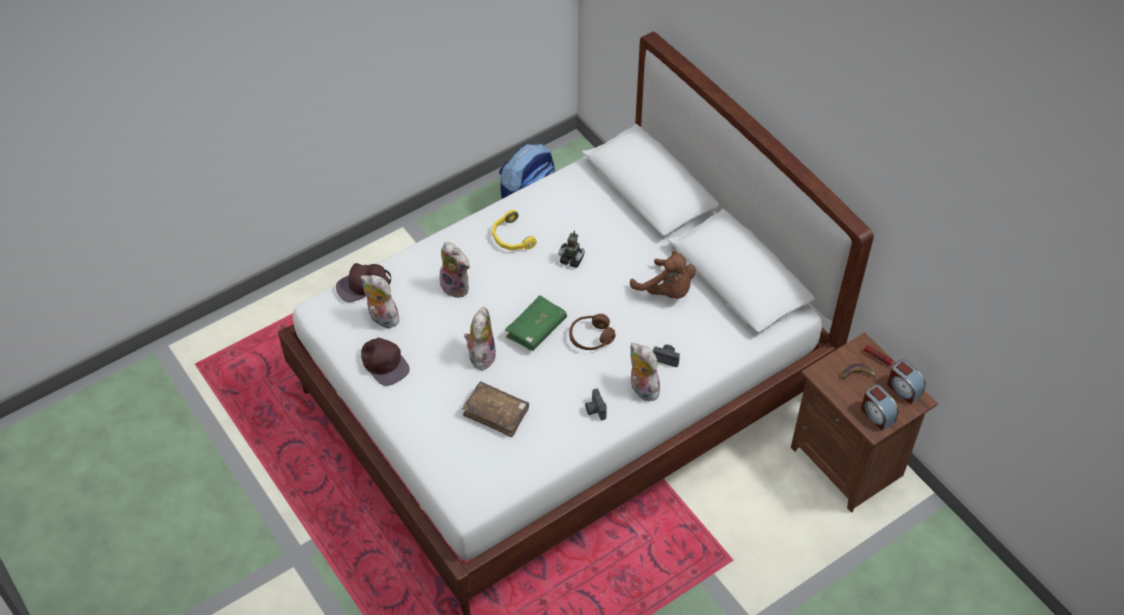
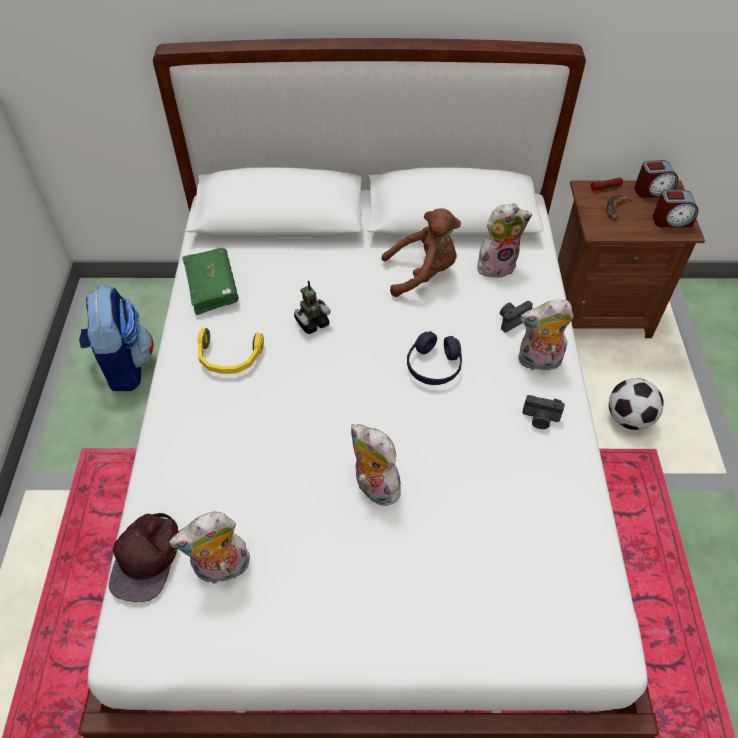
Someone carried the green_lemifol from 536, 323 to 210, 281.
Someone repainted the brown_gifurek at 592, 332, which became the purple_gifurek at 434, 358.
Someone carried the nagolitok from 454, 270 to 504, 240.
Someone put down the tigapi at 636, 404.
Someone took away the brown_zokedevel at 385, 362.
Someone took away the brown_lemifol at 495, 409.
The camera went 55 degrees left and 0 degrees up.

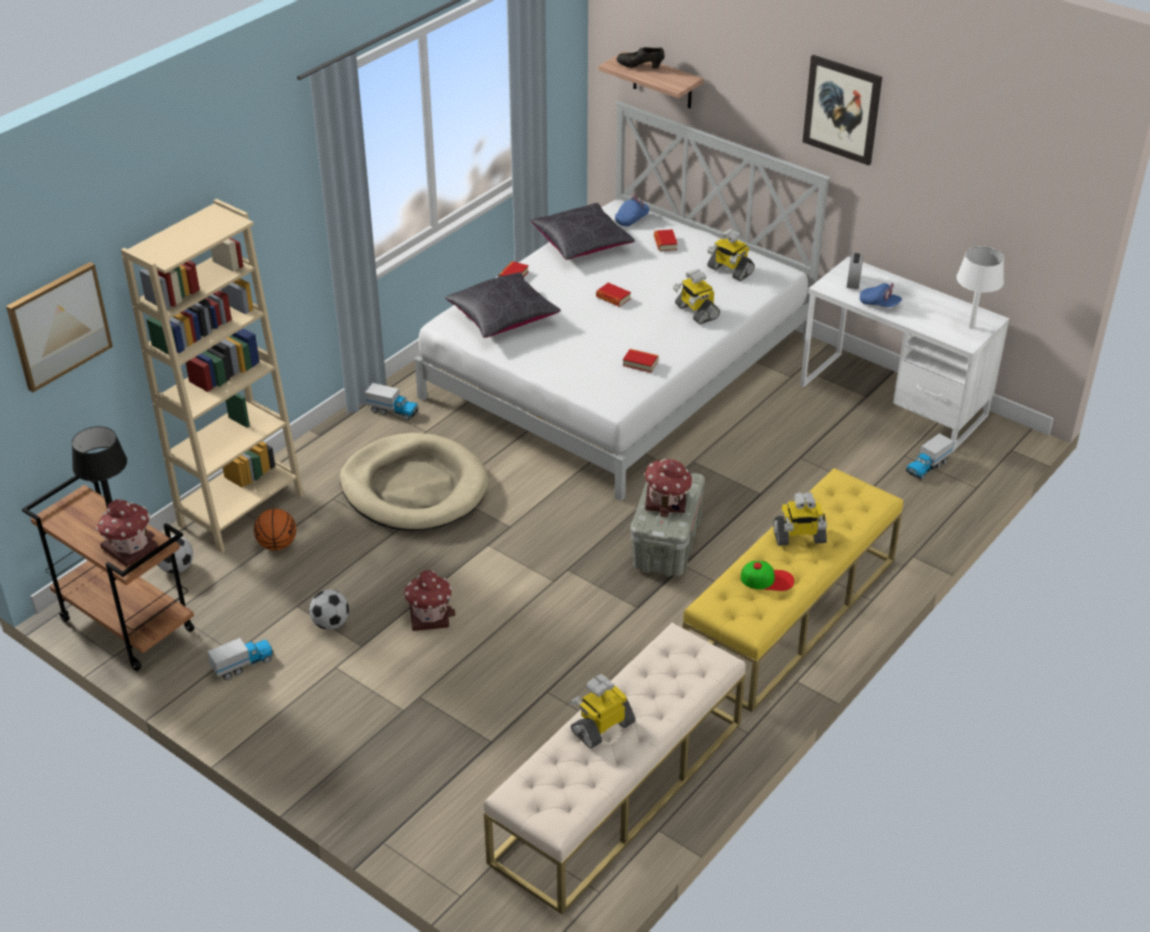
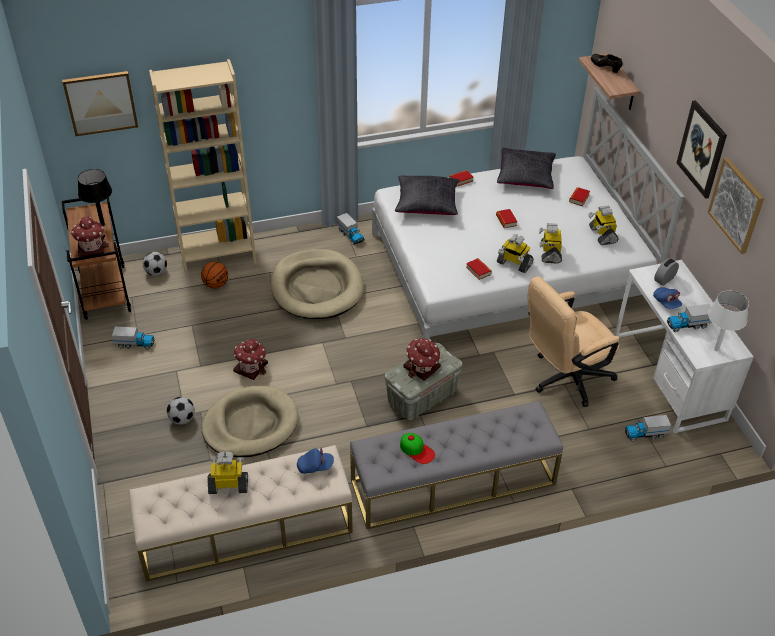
Someone carried the tigapi from 329, 610 to 181, 411.
Someone put down the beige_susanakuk at 250, 421.
Someone carried the blue_zokedevel from 632, 211 to 315, 461.
Someone repainted the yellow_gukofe at 793, 590, which became the grey_gukofe at 456, 465.
Someone carried the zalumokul from 800, 519 to 515, 253.
Someone put down the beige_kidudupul at 573, 341.
Someone put down the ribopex at 689, 318.
Someone put up the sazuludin at 736, 205.
The camera went 35 degrees right and 5 degrees up.

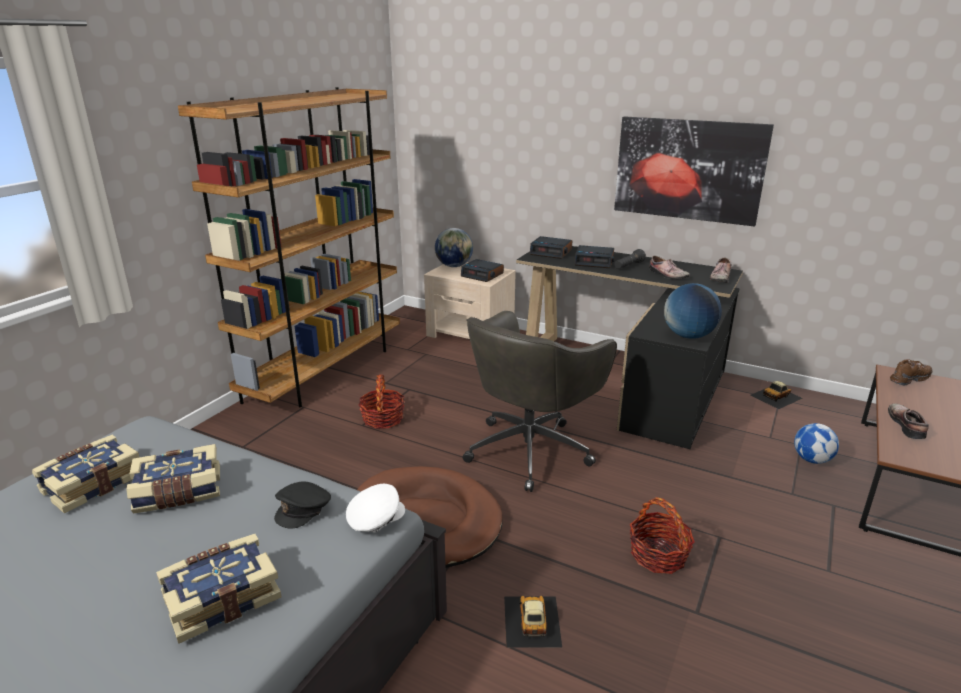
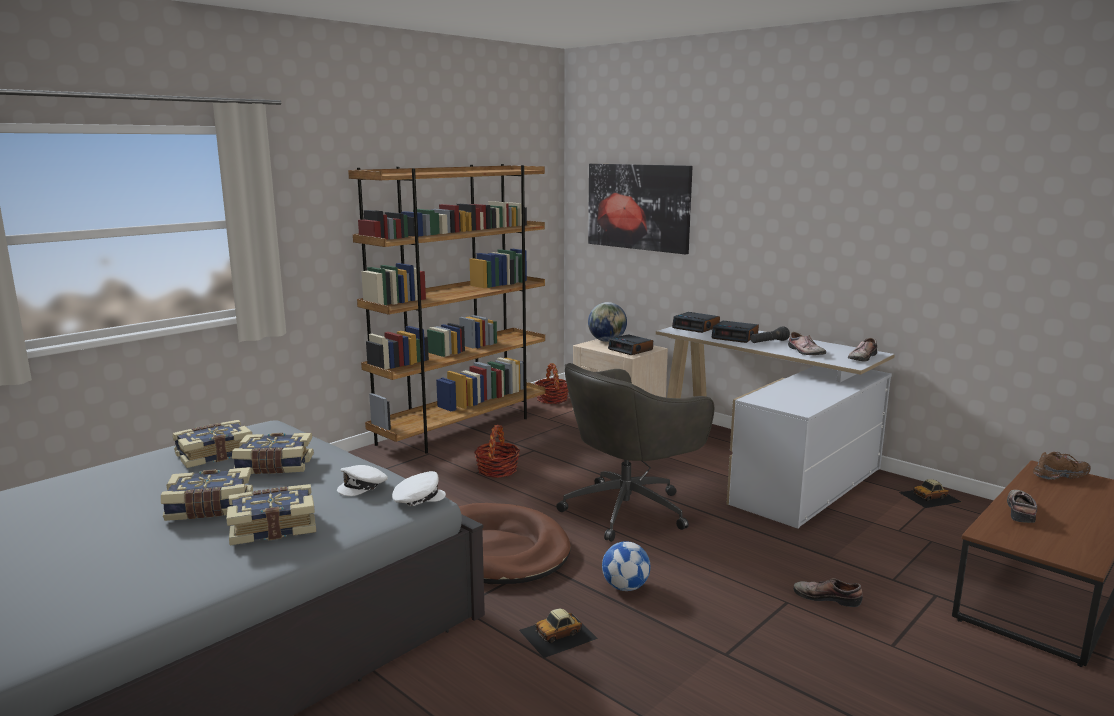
Someone put down the lemifol at 207, 494.
Someone repainted the black_zokedevel at 302, 504, which became the white_zokedevel at 362, 480.
Someone rotated the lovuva at 533, 621 by 135 degrees counterclockwise.
Someone carried the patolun from 662, 535 to 551, 383.
Someone carried the sazuludin from 694, 171 to 640, 209.
Someone carried the tigapi from 816, 443 to 626, 566.
Someone repainted the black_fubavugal at 629, 347, which became the white_fubavugal at 775, 428.
Someone put down the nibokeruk at 828, 592.
Someone took away the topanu at 693, 311.
The camera went 15 degrees right and 10 degrees down.

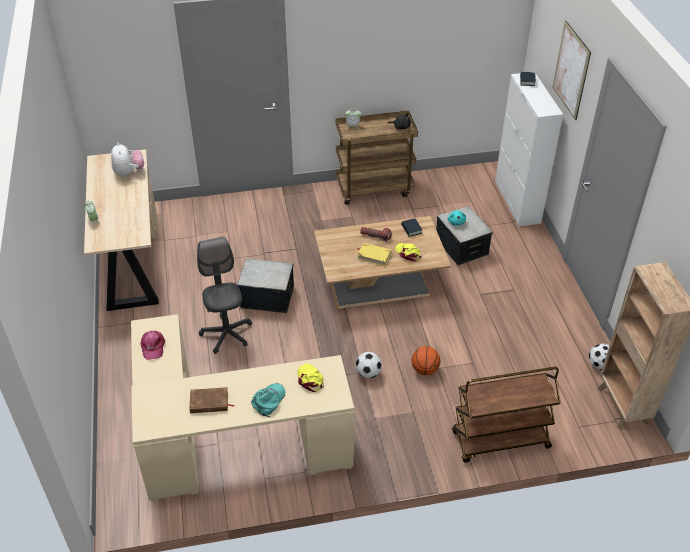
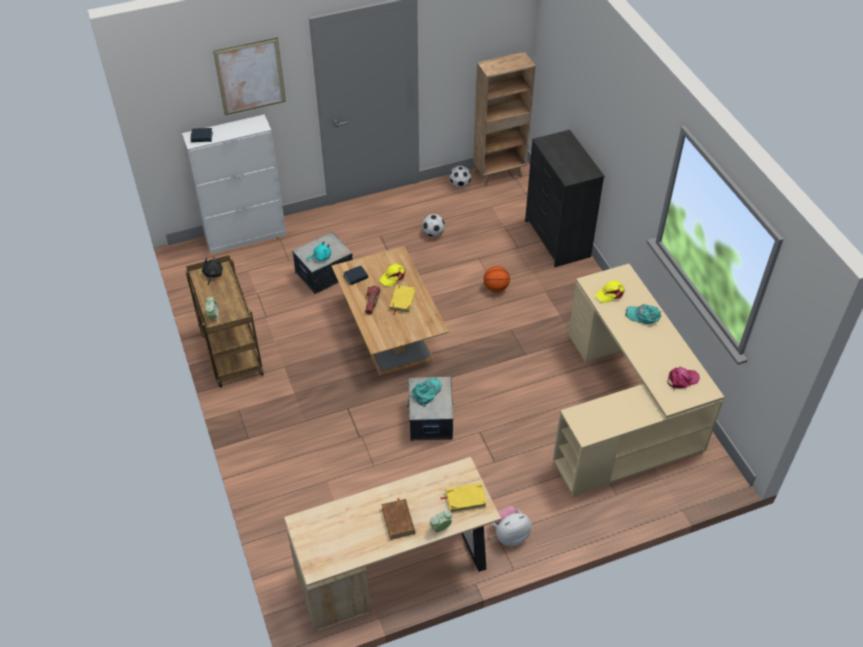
Someone carried the brown_lemifol from 212, 400 to 398, 519.
Someone put down the turquoise_zokedevel at 427, 392.
Someone carried the tigapi from 369, 365 to 433, 225.
Someone put down the yellow_lemifol at 464, 498.
Someone carried the nagolitok from 127, 160 to 512, 526.
Someone swapped the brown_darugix at 506, 415 for the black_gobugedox at 565, 198.
Someone carried the pink_zokedevel from 152, 345 to 683, 378.
Someone took away the grey_kidudupul at 224, 295.
The camera went 100 degrees left and 5 degrees up.

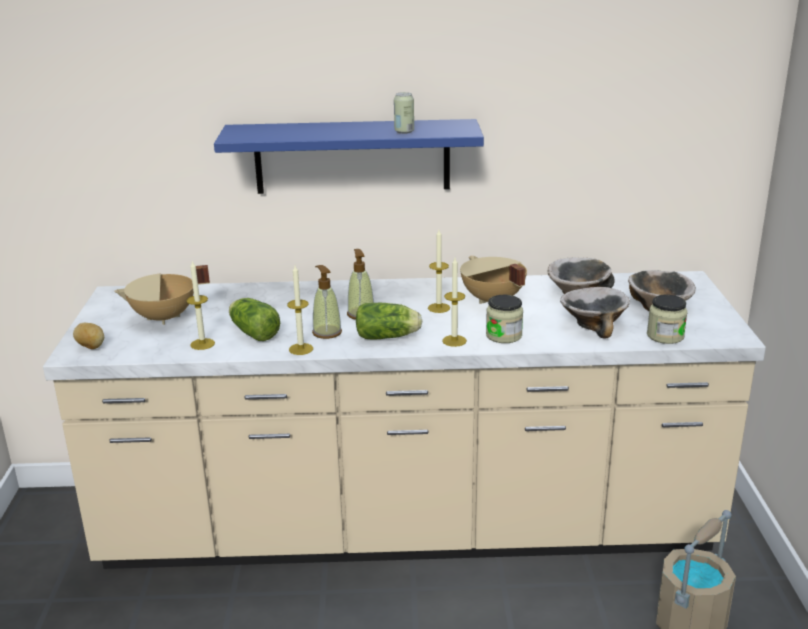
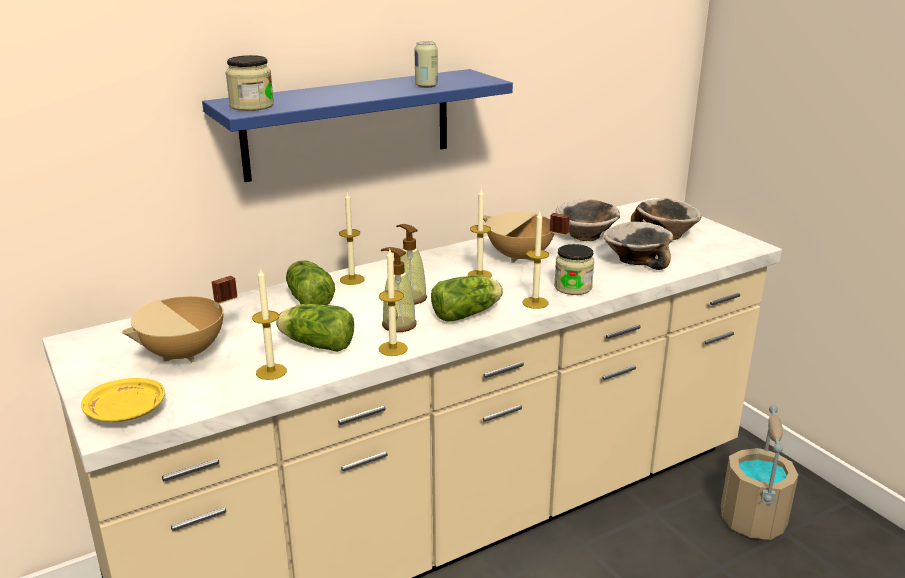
Someone swapped the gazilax at 88, 336 for the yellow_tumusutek at 123, 400.
Someone carried the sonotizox from 667, 319 to 250, 83.
Someone put down the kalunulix at 310, 283.
Someone put down the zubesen at 351, 238.
The camera went 30 degrees left and 0 degrees up.

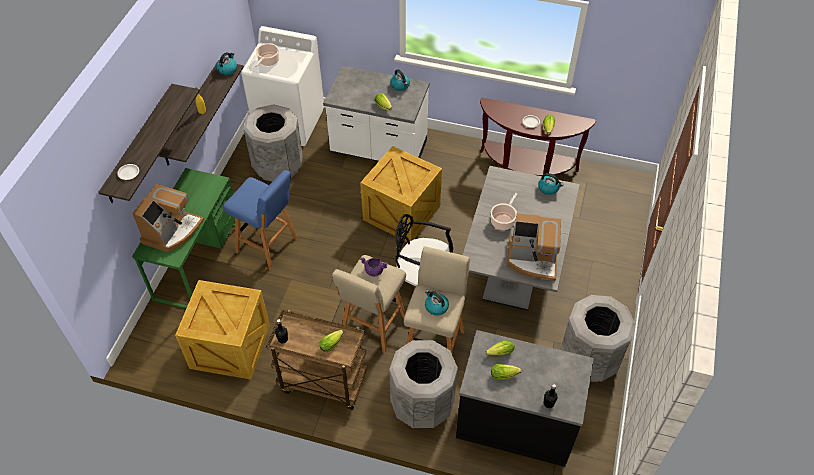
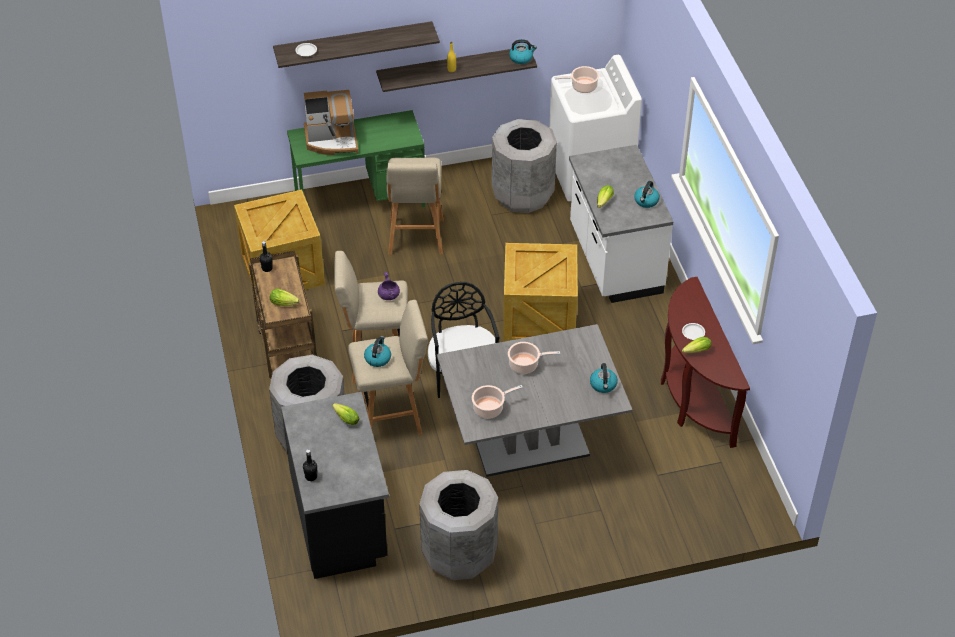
Someone repainted the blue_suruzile at 260, 220, which became the beige_suruzile at 415, 205.
Someone swapped the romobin at 534, 247 for the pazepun at 497, 402.
Someone took away the kalunulix at 506, 372.
The camera went 60 degrees right and 5 degrees down.

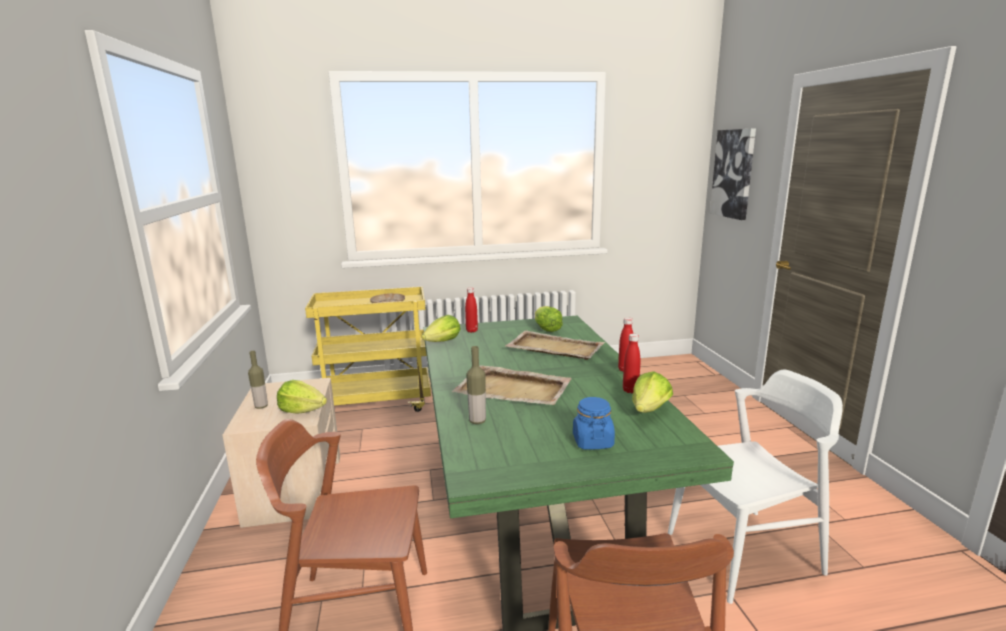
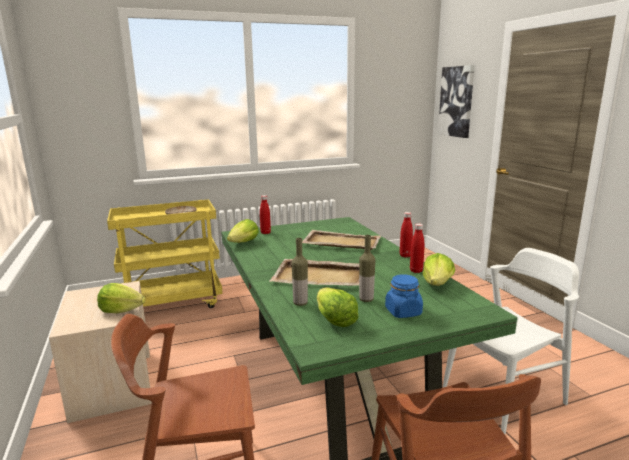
Someone carried the kalunulix from 549, 319 to 338, 307.
Someone carried the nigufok from 258, 380 to 367, 268.
The camera went 10 degrees left and 0 degrees up.

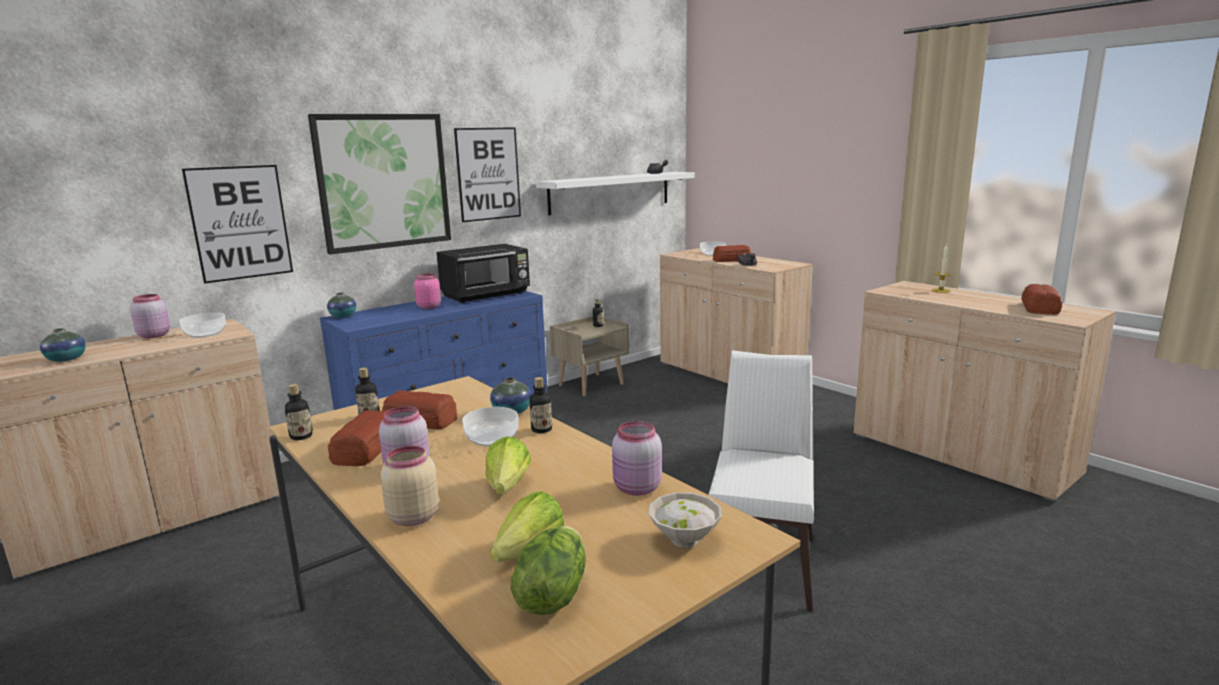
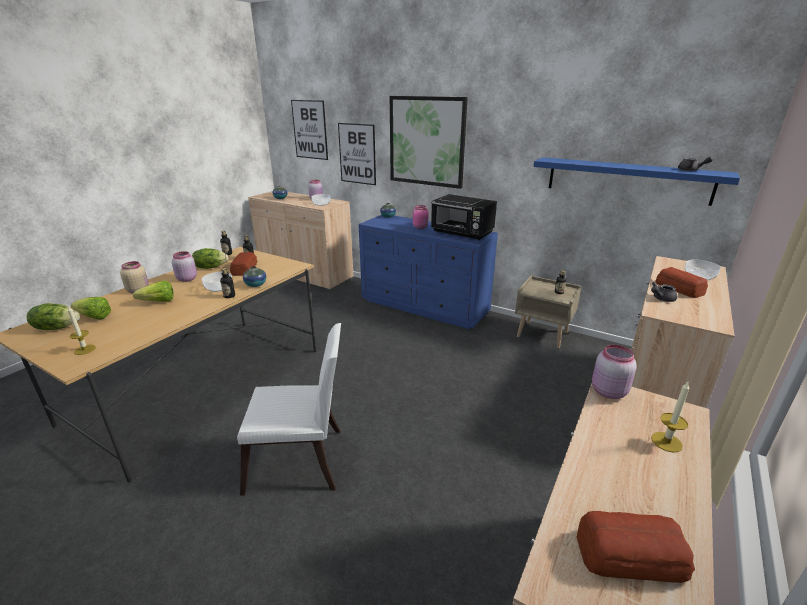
Someone swapped the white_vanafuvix at 685, 520 for the zubesen at 82, 331.
Someone swapped the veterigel at 357, 438 for the kalunulix at 210, 258.
Someone carried the sazuludin from 487, 174 to 309, 130.
Someone repainted the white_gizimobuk at 615, 193, which became the blue_gizimobuk at 636, 181.
Someone carried the pink_sonotizox from 637, 458 to 614, 372.
The camera went 70 degrees right and 10 degrees up.

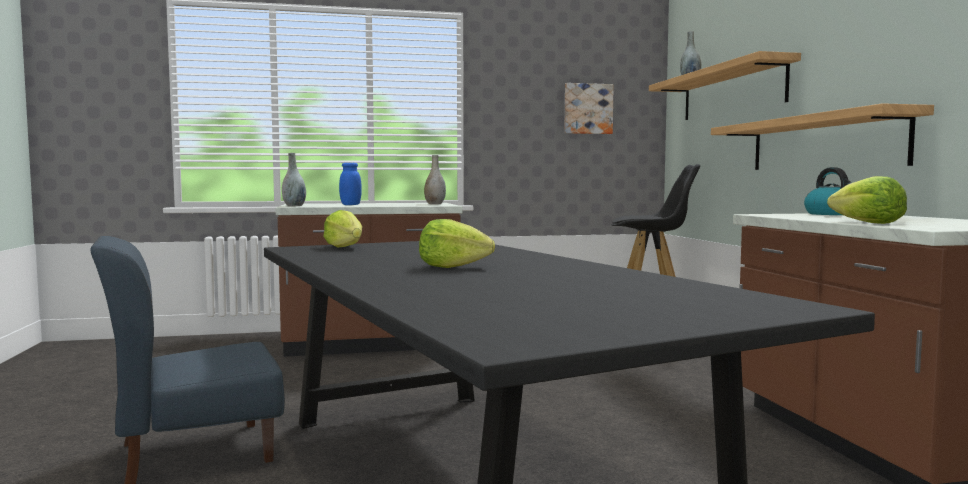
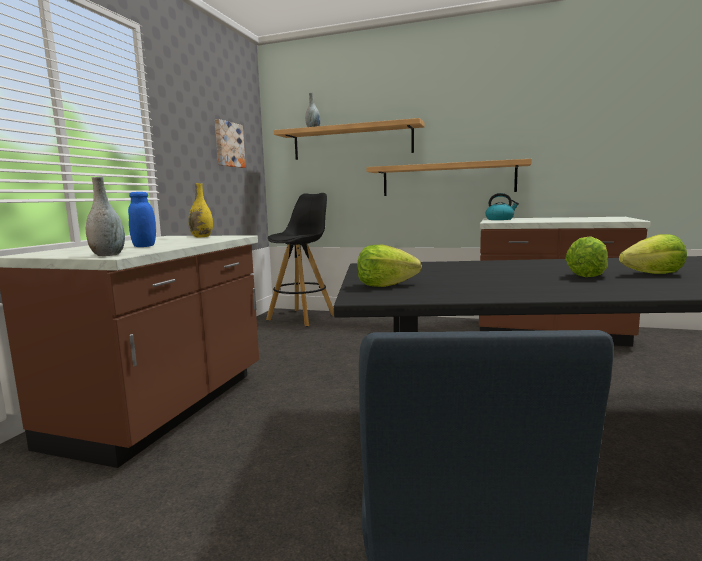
Someone repainted the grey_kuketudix at 435, 179, which became the yellow_kuketudix at 200, 210.
Someone carried the kalunulix from 867, 200 to 653, 254.
The camera went 60 degrees left and 5 degrees up.

